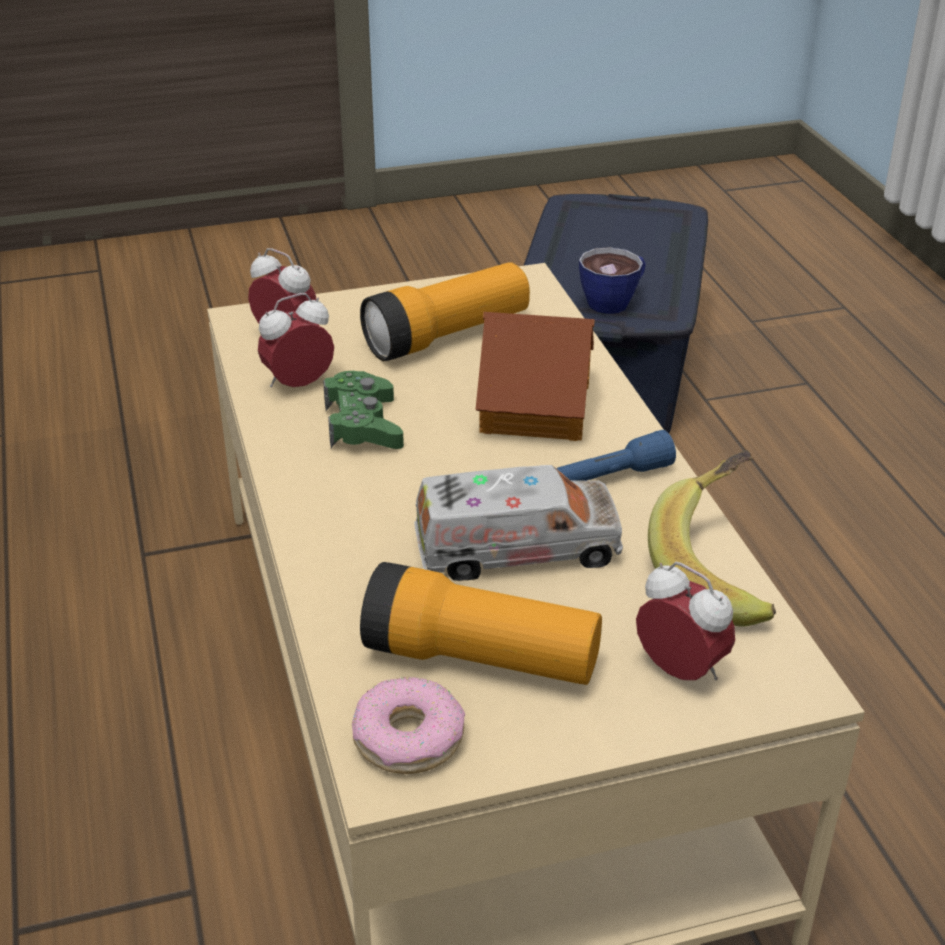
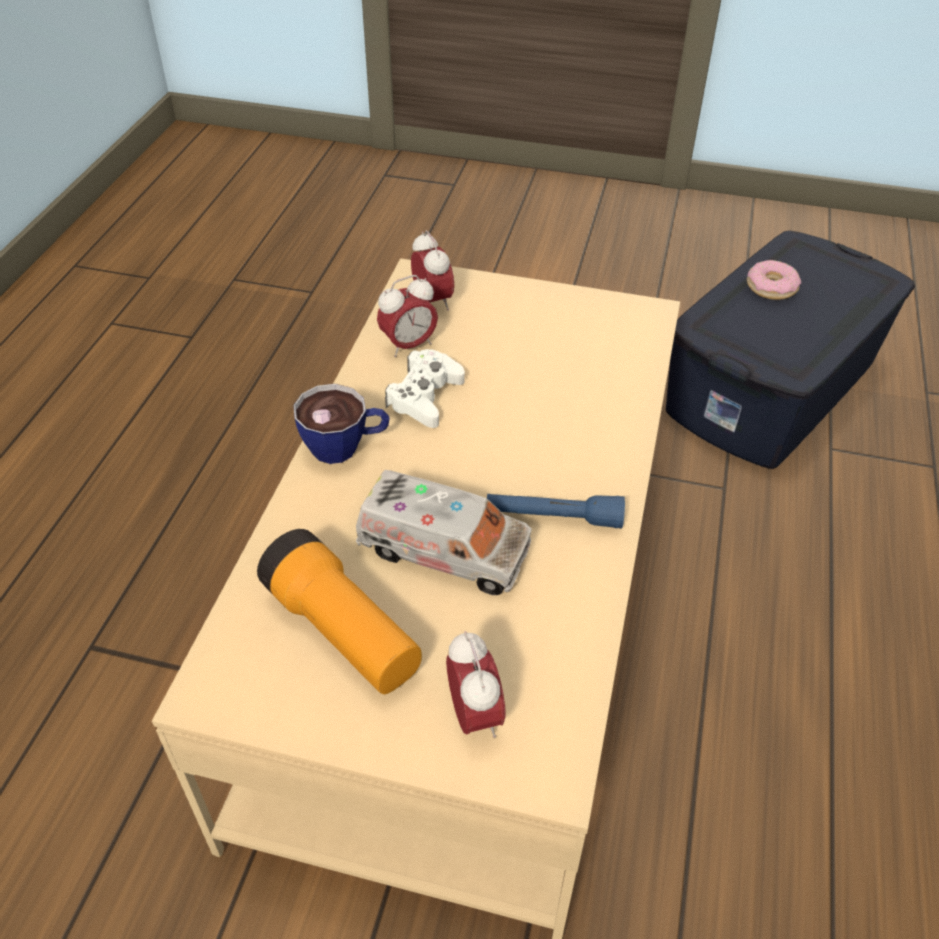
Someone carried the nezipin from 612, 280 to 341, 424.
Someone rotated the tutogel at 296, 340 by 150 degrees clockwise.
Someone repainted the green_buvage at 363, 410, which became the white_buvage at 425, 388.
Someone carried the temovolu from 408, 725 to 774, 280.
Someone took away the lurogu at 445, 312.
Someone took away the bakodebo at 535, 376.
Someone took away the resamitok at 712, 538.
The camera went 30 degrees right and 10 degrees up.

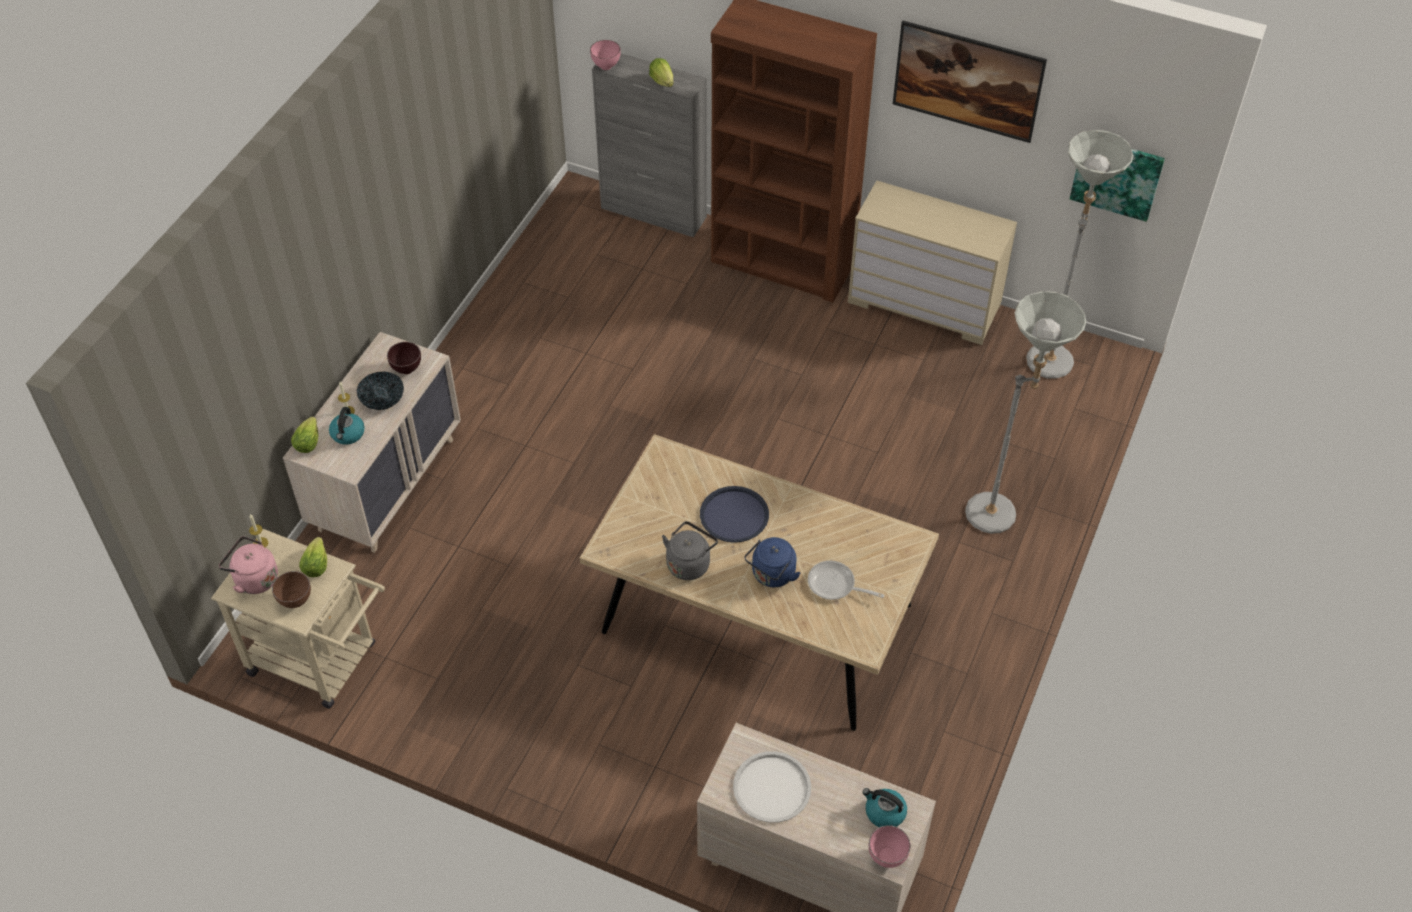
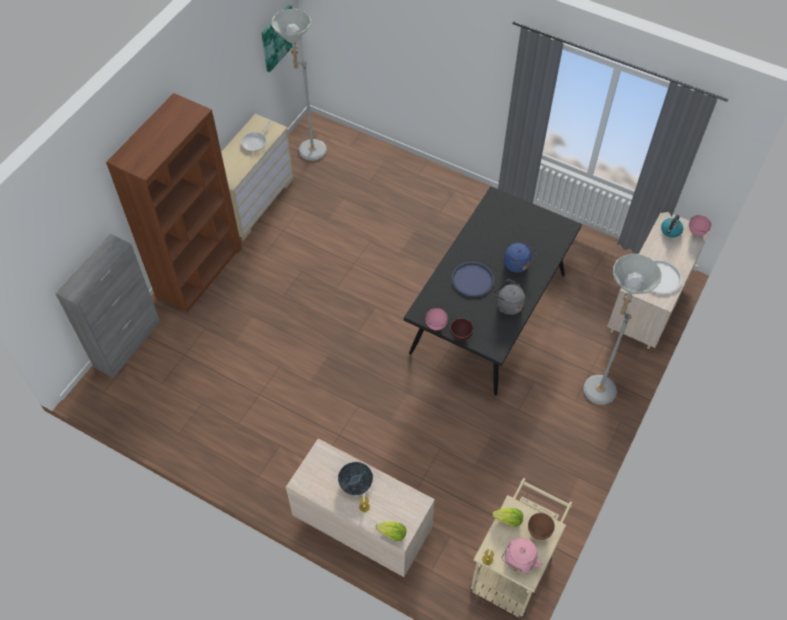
Someone carried the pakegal from 846, 580 to 256, 136.
Someone repainted the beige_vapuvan at 759, 582, which became the black_vapuvan at 493, 291.
Someone carried the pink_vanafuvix from 605, 55 to 436, 319.
Someone carried the brown_vanafuvix from 404, 358 to 461, 329.
Someone carried the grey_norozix from 1025, 412 to 622, 329.
Someone took away the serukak at 347, 426.
Someone took away the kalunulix at 661, 72.
Someone took away the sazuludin at 970, 82.
The camera went 85 degrees left and 5 degrees up.

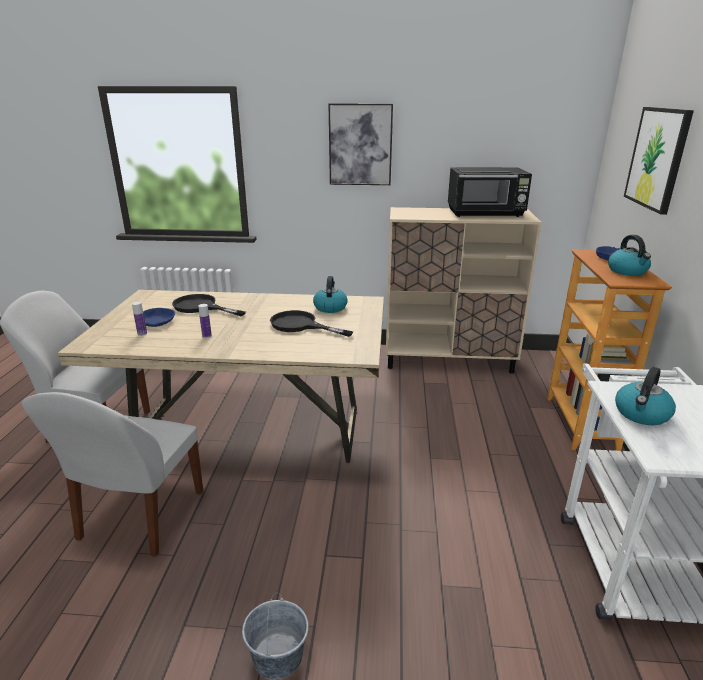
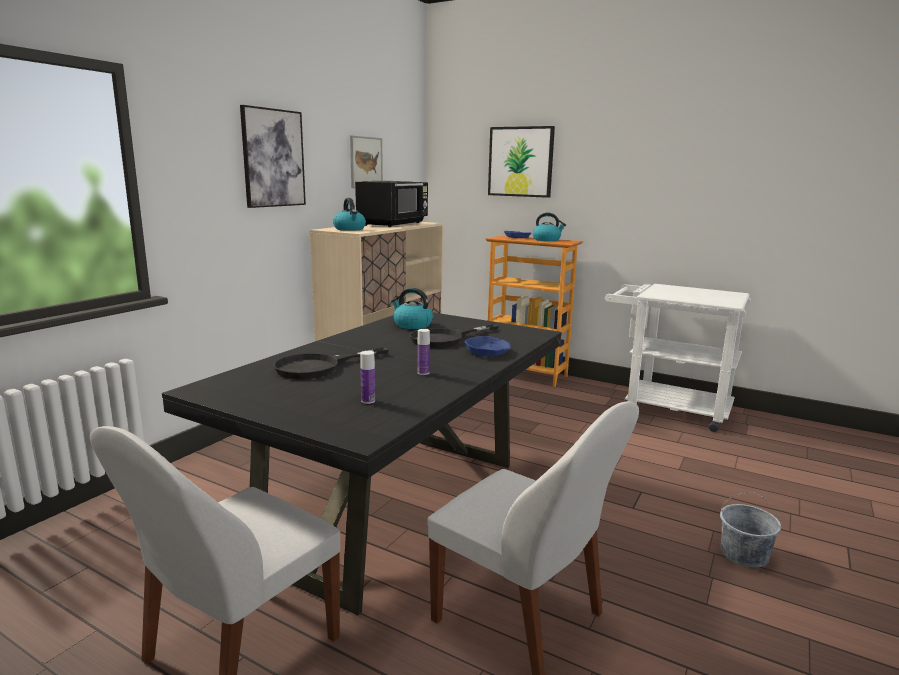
Someone repainted the beige_vapuvan at 221, 376, which became the black_vapuvan at 362, 464.
Someone carried the serukak from 645, 396 to 349, 214.
Someone put up the sazuludin at 366, 161.
Someone carried the blue_vanafuvix from 159, 317 to 488, 346.
The camera went 65 degrees left and 10 degrees down.

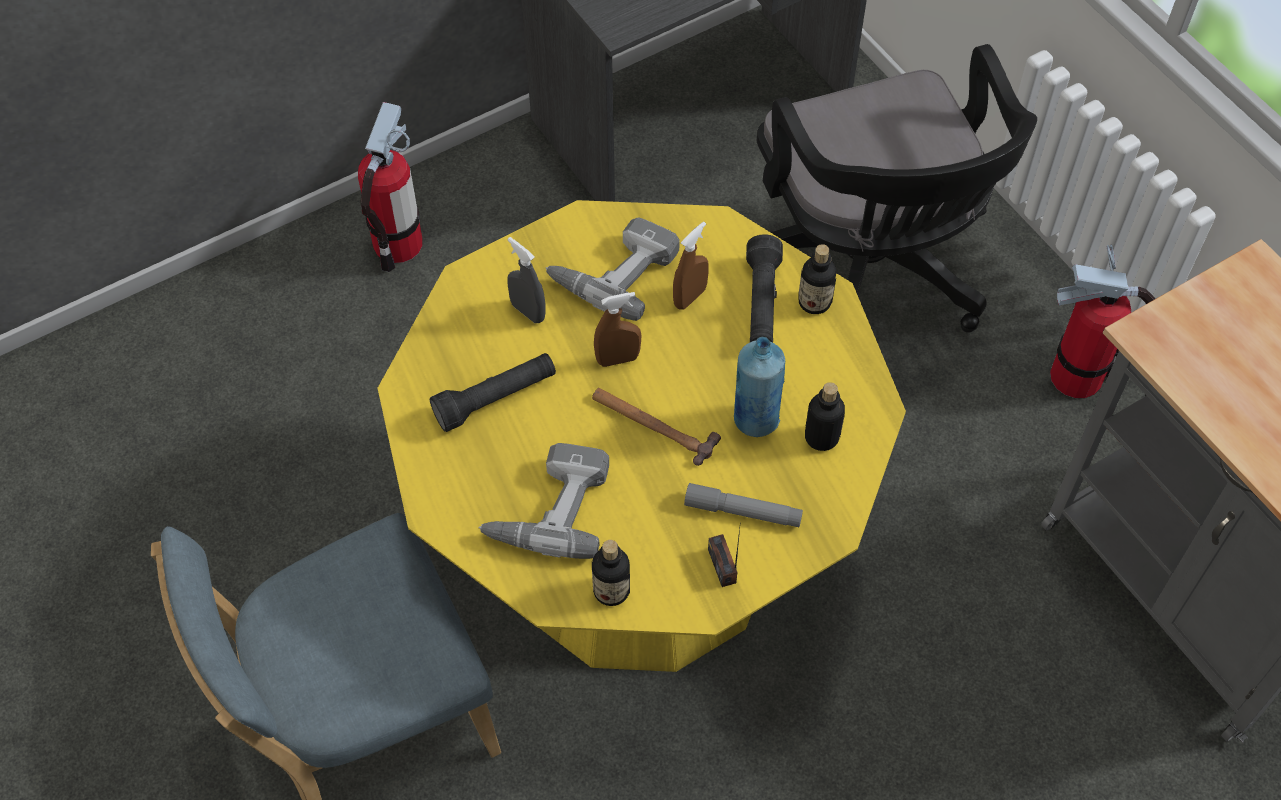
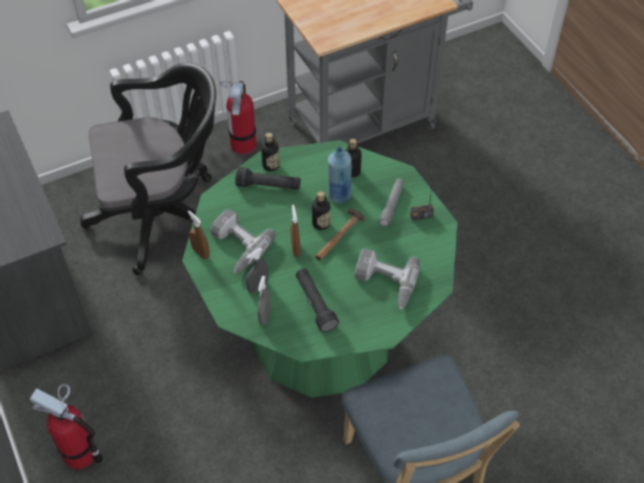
Someone repainted the yellow_vapuvan at 642, 436, which became the green_vapuvan at 320, 269.
Someone carried the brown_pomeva from 691, 266 to 199, 235.
Someone put down the grey_pomeva at 264, 300.
Someone carried the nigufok from 611, 573 to 321, 210.
The camera went 85 degrees left and 5 degrees down.

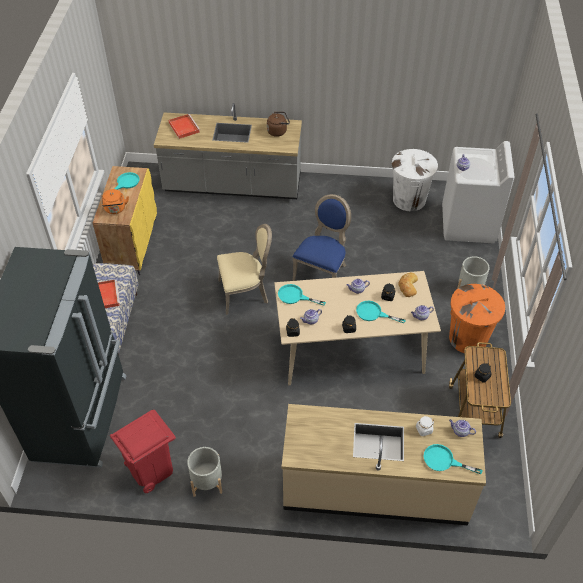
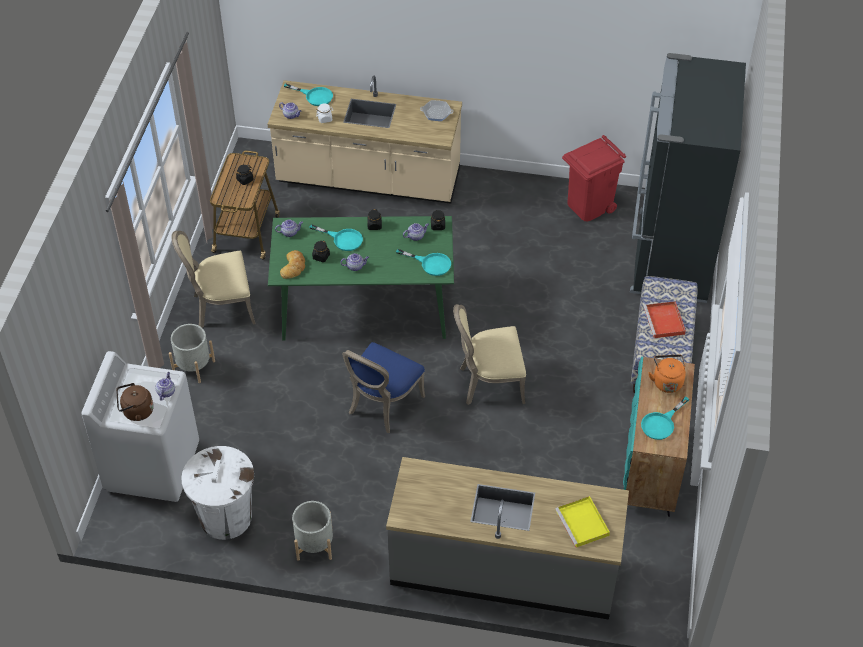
Someone carried the brown_serukak from 278, 124 to 135, 402.
Someone swapped the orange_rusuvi at 477, 318 for the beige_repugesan at 214, 279.
Someone repainted the beige_vapuvan at 357, 328, which became the green_vapuvan at 361, 278.
Someone carried the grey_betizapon from 204, 472 to 312, 531.
Someone put down the pakegal at 437, 110.
Someone repainted the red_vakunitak at 184, 126, which became the yellow_vakunitak at 582, 521.
Someone repainted the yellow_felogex at 125, 220, which became the turquoise_felogex at 659, 437.
The camera went 175 degrees left and 0 degrees up.

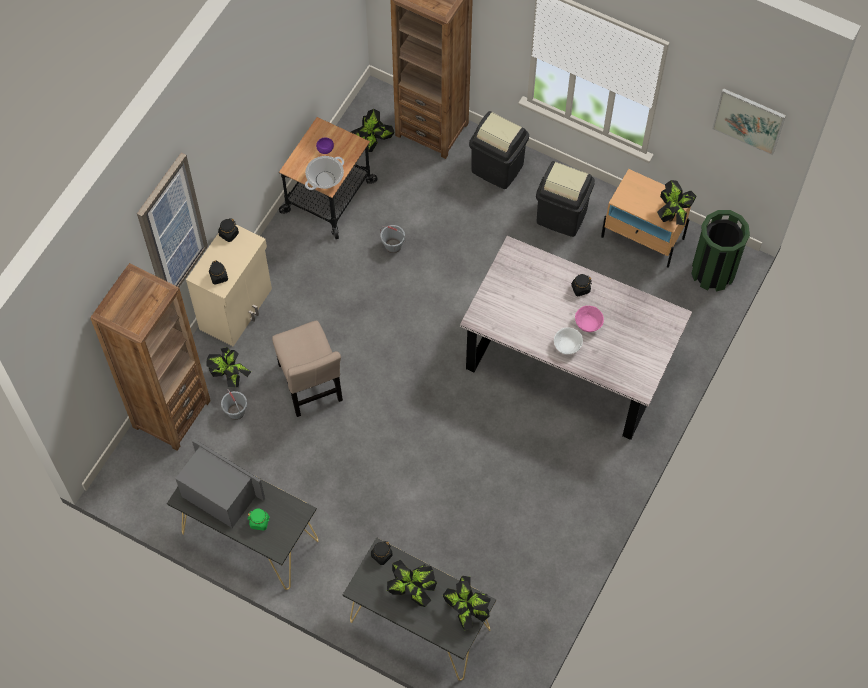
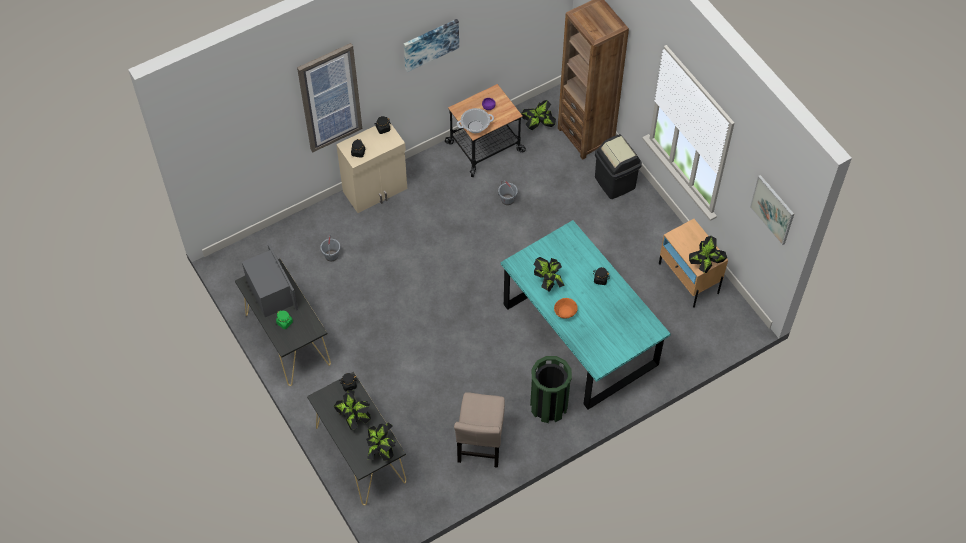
Someone put up the sazuludin at 431, 45.
Someone carried the beige_repugesan from 307, 369 to 479, 430.
Someone repainted the grey_vapuvan at 576, 338, which became the turquoise_vapuvan at 586, 315.
Someone carried the green_rusuvi from 720, 251 to 551, 389.
Someone carried the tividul from 229, 367 to 549, 274.
Someone repainted the white_vanafuvix at 568, 341, which became the orange_vanafuvix at 566, 308.
Someone took away the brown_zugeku at 150, 357.
Someone took away the black_rusuvi at 565, 199.
Someone took away the pink_vanafuvix at 589, 319.
The camera went 30 degrees right and 5 degrees down.

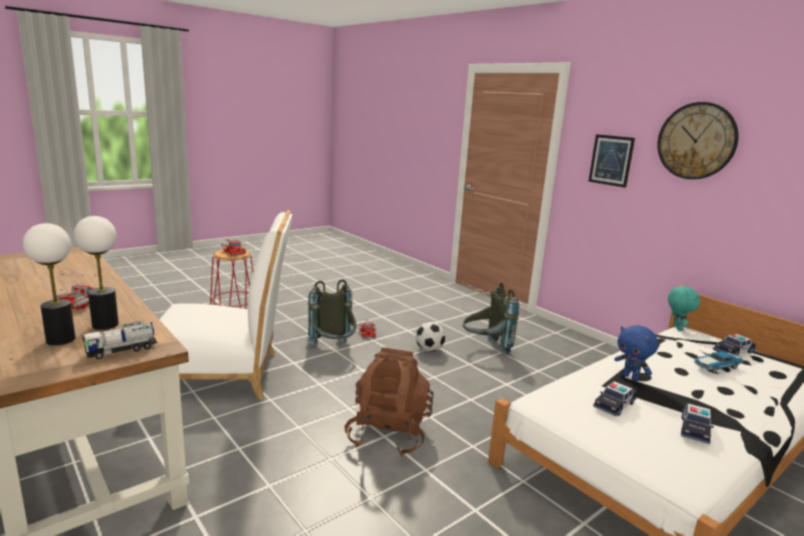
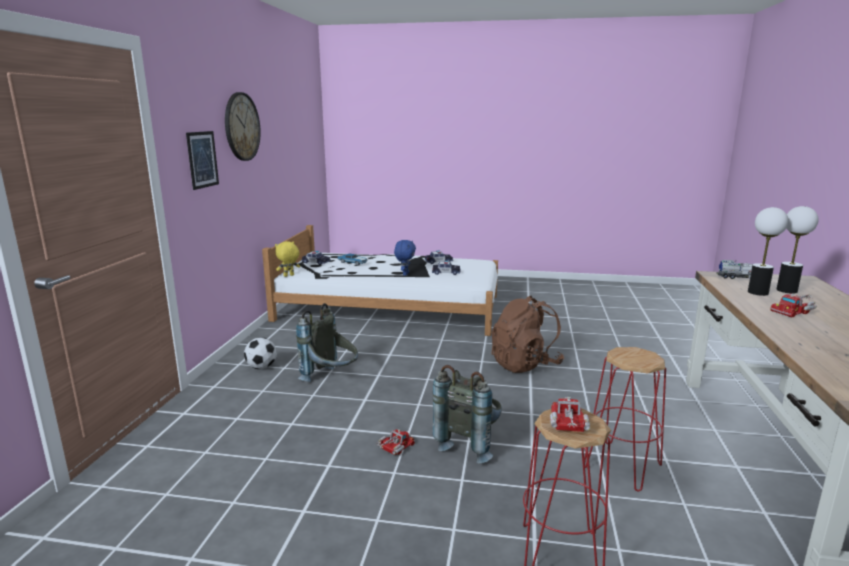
Someone carried the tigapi from 430, 337 to 260, 353.
Someone repainted the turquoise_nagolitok at 684, 308, which became the yellow_nagolitok at 287, 259.
Someone swapped the white_repugesan at 225, 304 for the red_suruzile at 625, 419.
The camera went 130 degrees left and 0 degrees up.

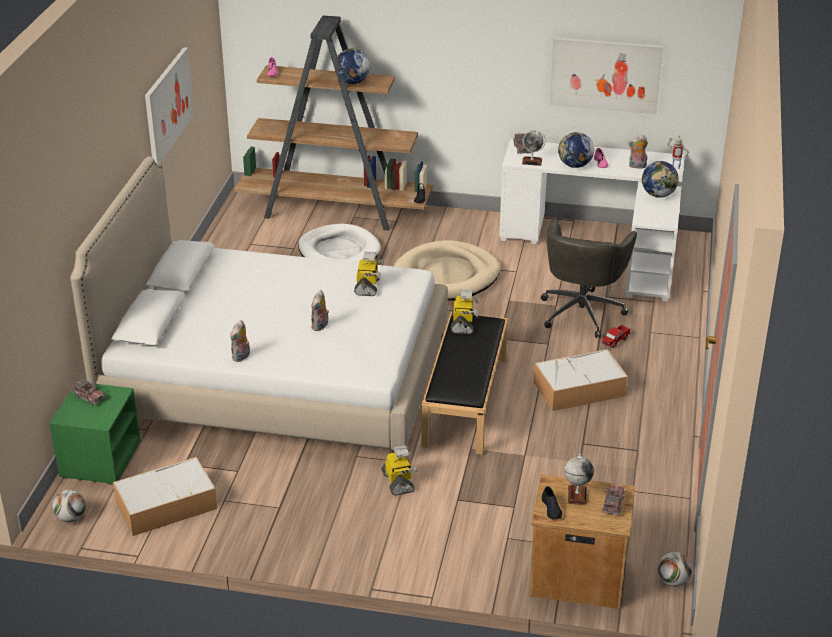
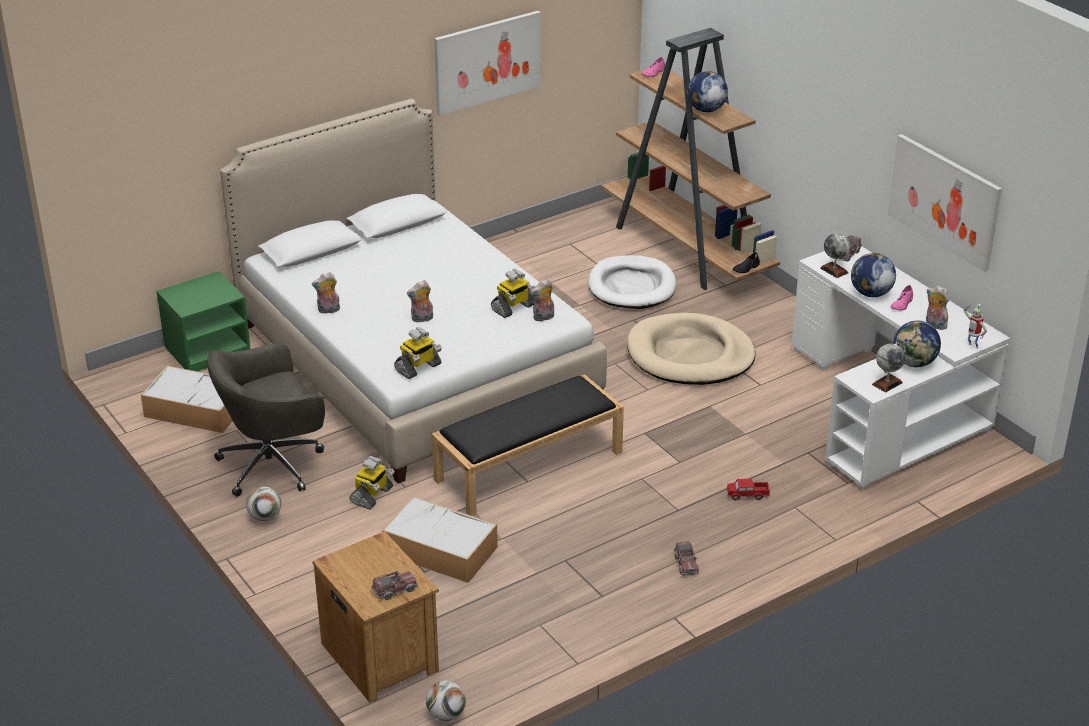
Someone carried the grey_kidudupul from 589, 278 to 266, 420.
Someone carried the tigapi from 69, 506 to 263, 503.
Someone carried the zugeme from 581, 380 to 440, 540.
Someone carried the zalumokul from 465, 311 to 418, 353.
Someone put down the nagolitok at 542, 300.
Someone carried the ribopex from 88, 391 to 686, 558.
Someone carried the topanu from 579, 479 to 888, 367.
Someone took away the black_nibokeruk at 552, 502.
The camera went 45 degrees right and 0 degrees up.

